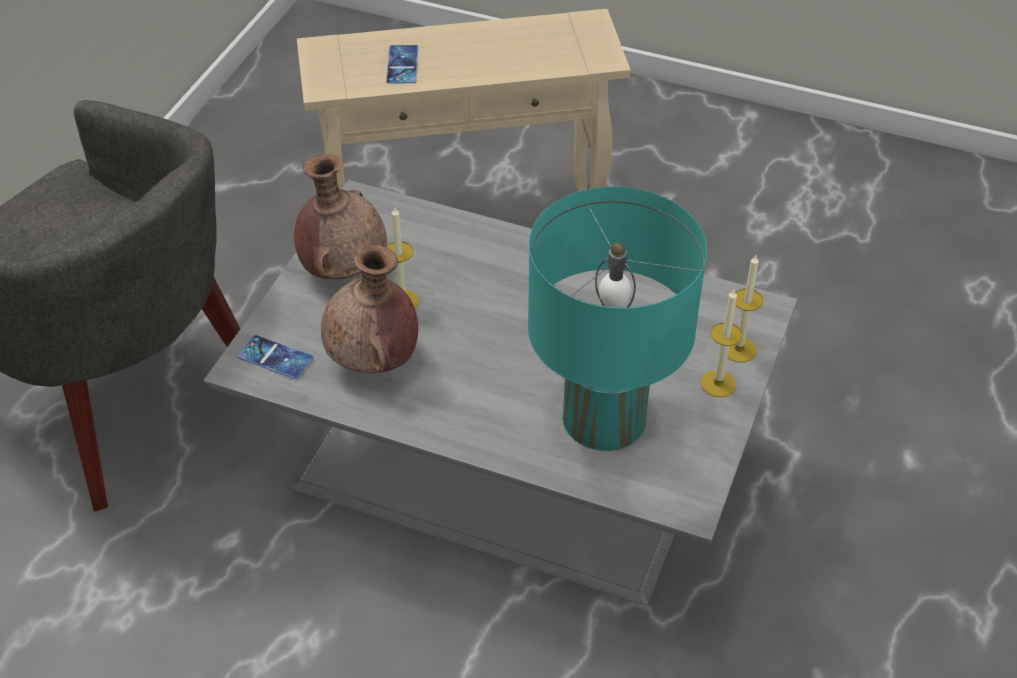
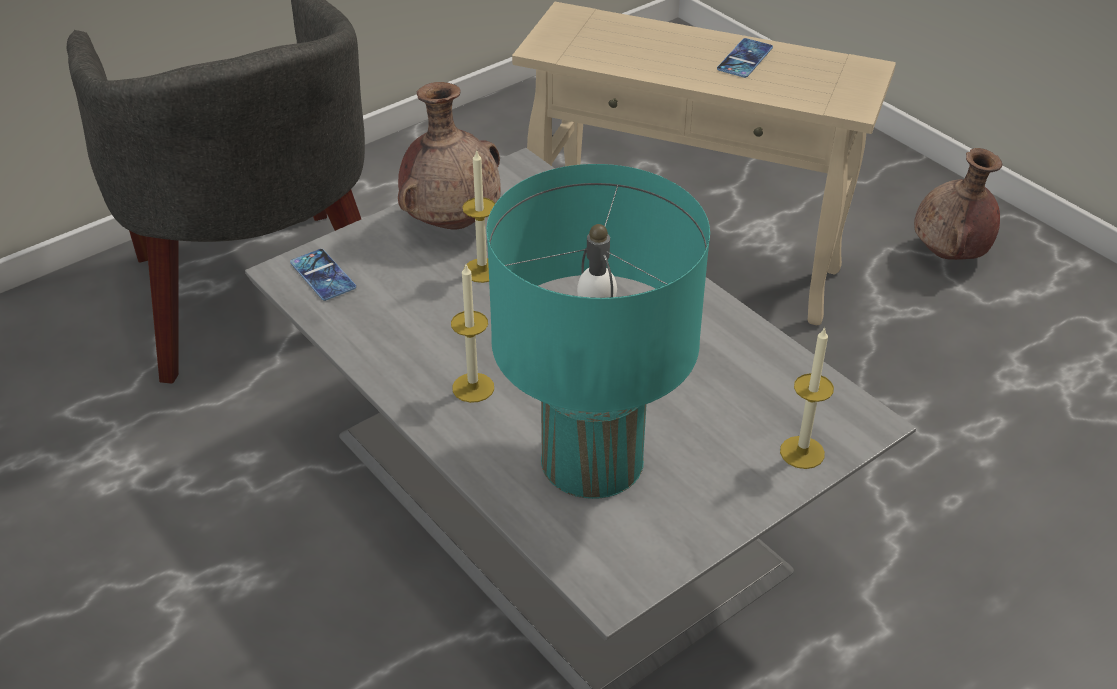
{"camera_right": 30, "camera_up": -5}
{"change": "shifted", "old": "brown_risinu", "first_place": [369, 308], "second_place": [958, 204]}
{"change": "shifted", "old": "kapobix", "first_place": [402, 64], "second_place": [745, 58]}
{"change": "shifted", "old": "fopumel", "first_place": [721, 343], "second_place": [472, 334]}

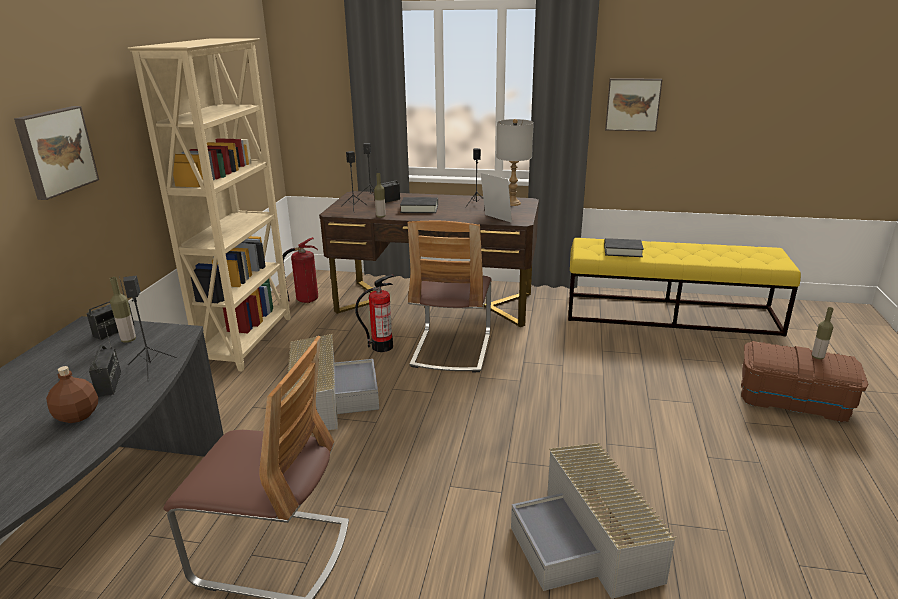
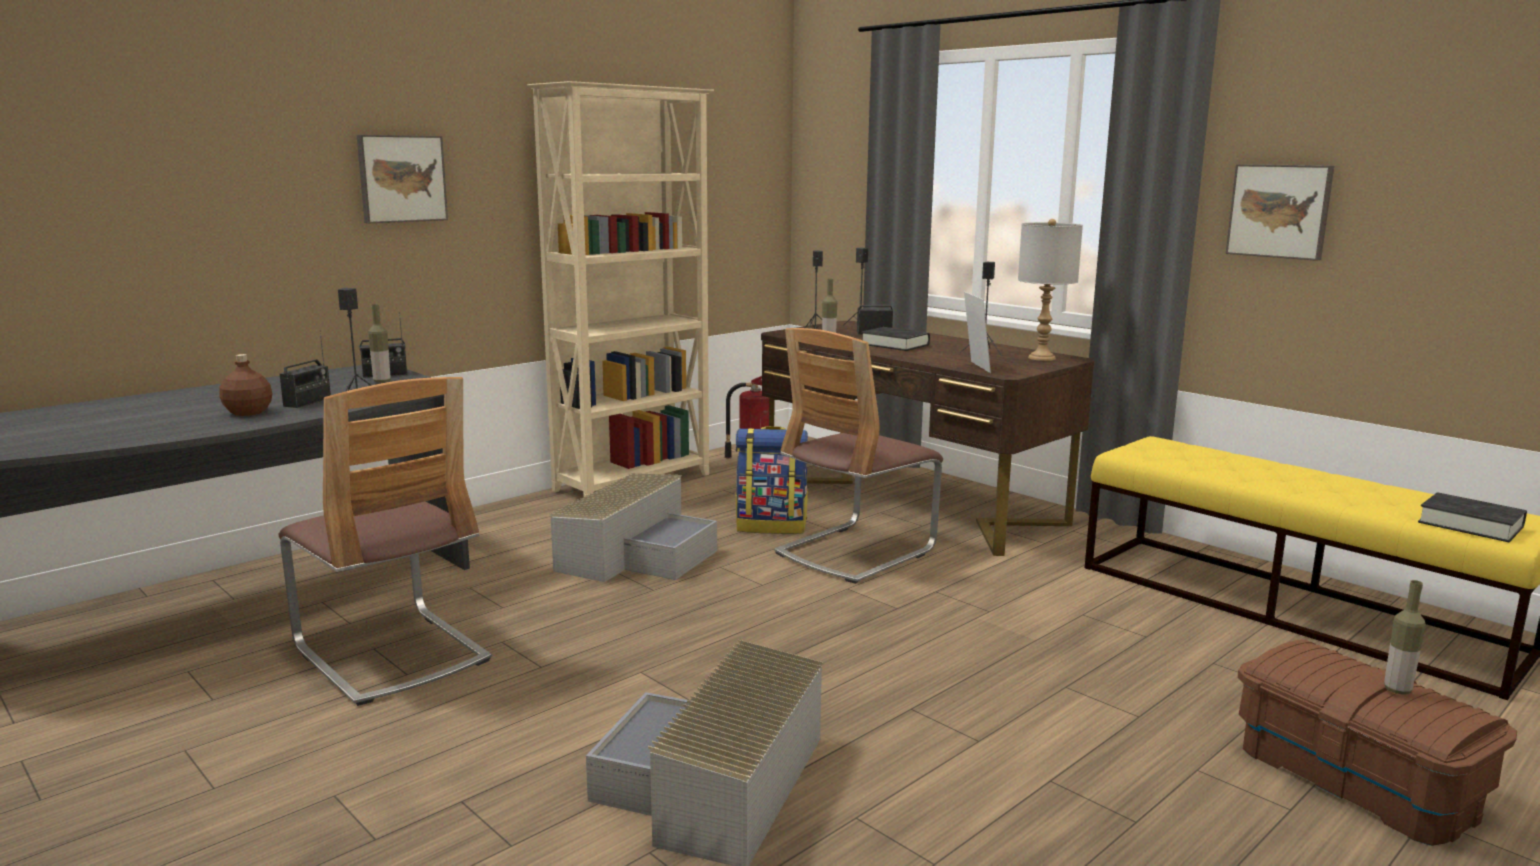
{"camera_right": 35, "camera_up": -10}
{"change": "shifted", "old": "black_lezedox", "first_place": [624, 247], "second_place": [1472, 517]}
{"change": "swapped", "old": "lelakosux", "new": "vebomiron", "first_place": [374, 313], "second_place": [772, 480]}

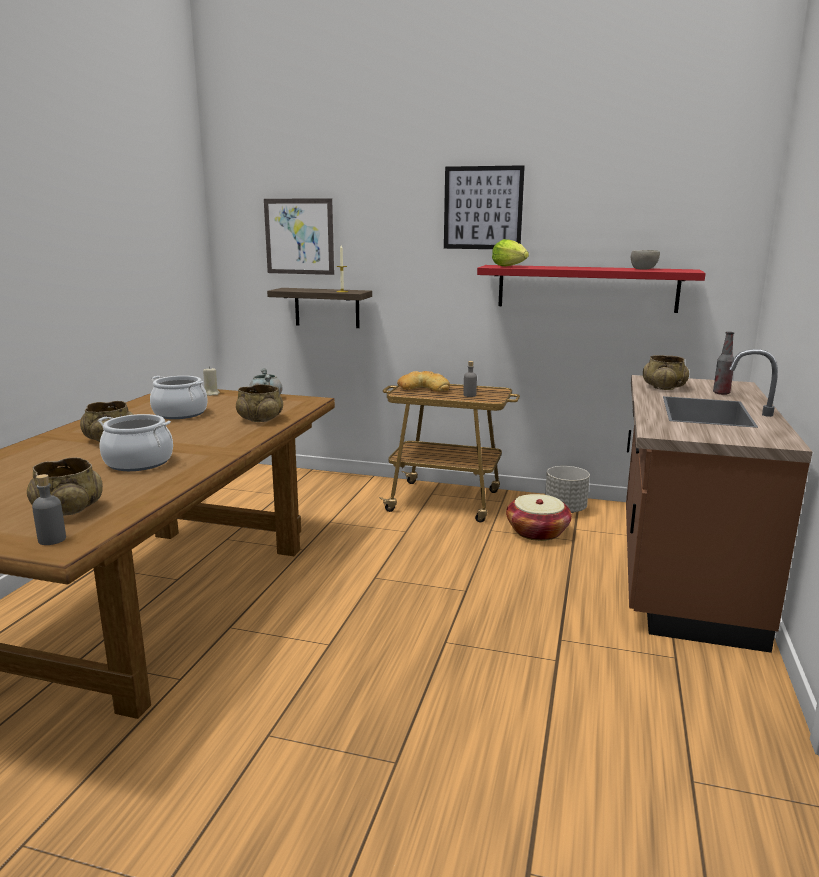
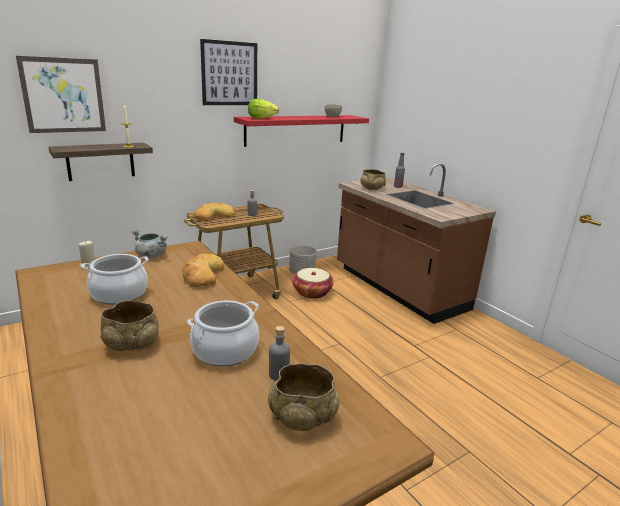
{"camera_right": -50, "camera_up": 5}
{"change": "shifted", "old": "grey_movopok", "first_place": [49, 509], "second_place": [279, 353]}
{"change": "swapped", "old": "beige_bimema", "new": "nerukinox", "first_place": [259, 403], "second_place": [203, 270]}

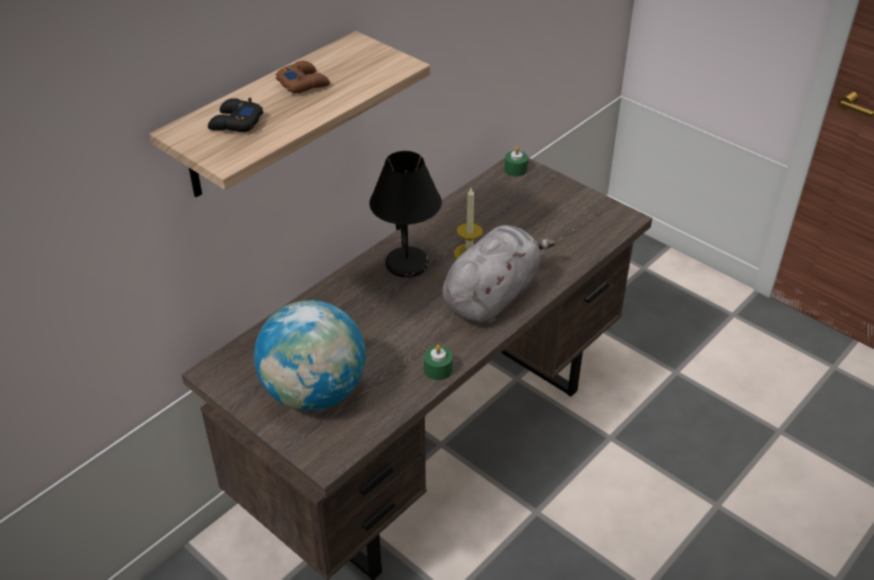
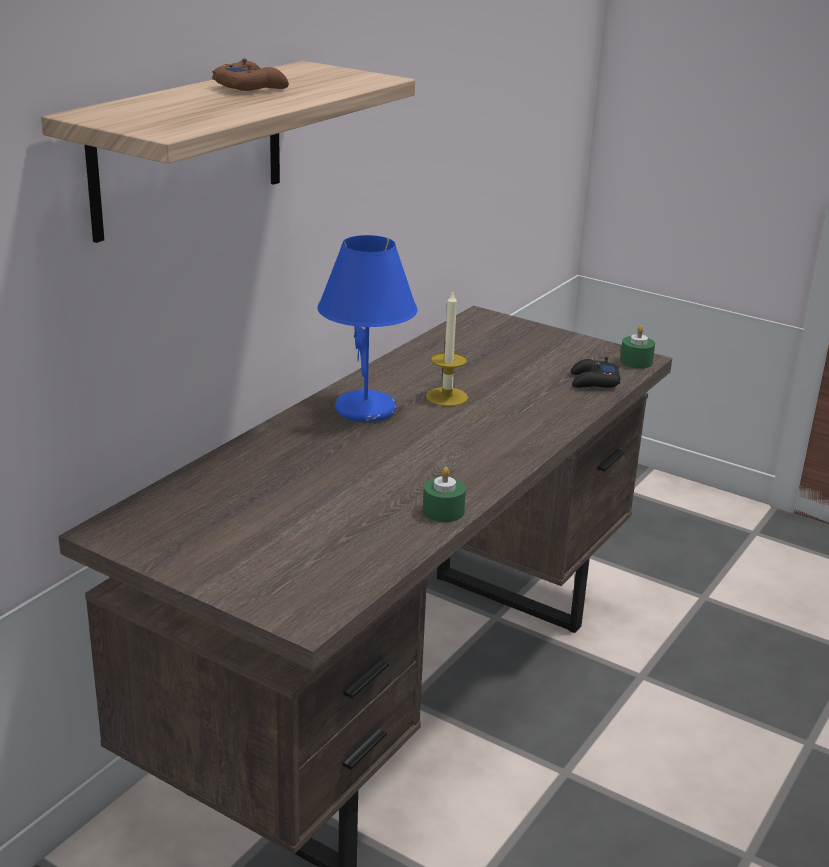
{"camera_right": -10, "camera_up": -15}
{"change": "gone", "old": "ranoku", "first_place": [310, 355]}
{"change": "gone", "old": "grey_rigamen", "first_place": [499, 274]}
{"change": "shifted", "old": "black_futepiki", "first_place": [235, 115], "second_place": [596, 372]}
{"change": "shifted", "old": "green_fopumel", "first_place": [516, 161], "second_place": [637, 347]}
{"change": "repainted", "old": "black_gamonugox", "new": "blue_gamonugox", "first_place": [405, 214], "second_place": [367, 328]}

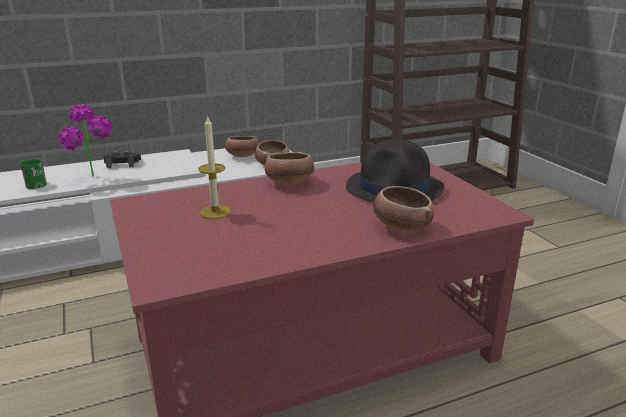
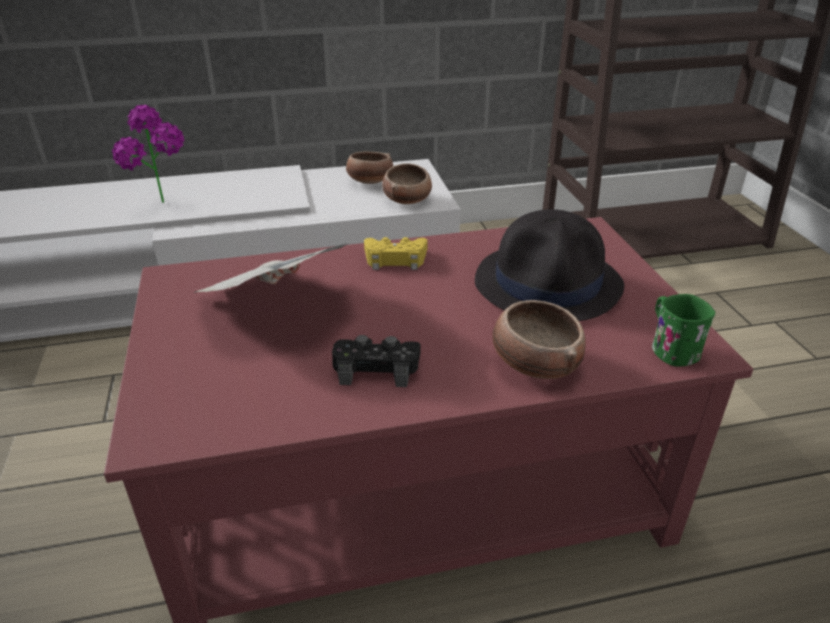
{"camera_right": 10, "camera_up": 10}
{"change": "shifted", "old": "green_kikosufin", "first_place": [33, 173], "second_place": [684, 330]}
{"change": "shifted", "old": "black_futepiki", "first_place": [122, 159], "second_place": [376, 361]}
{"change": "swapped", "old": "fopumel", "new": "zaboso", "first_place": [214, 167], "second_place": [269, 268]}
{"change": "swapped", "old": "bimema", "new": "yellow_futepiki", "first_place": [289, 168], "second_place": [396, 253]}

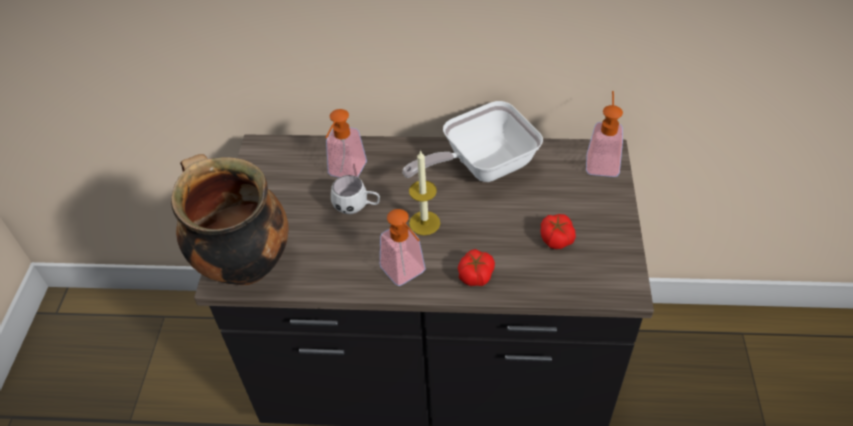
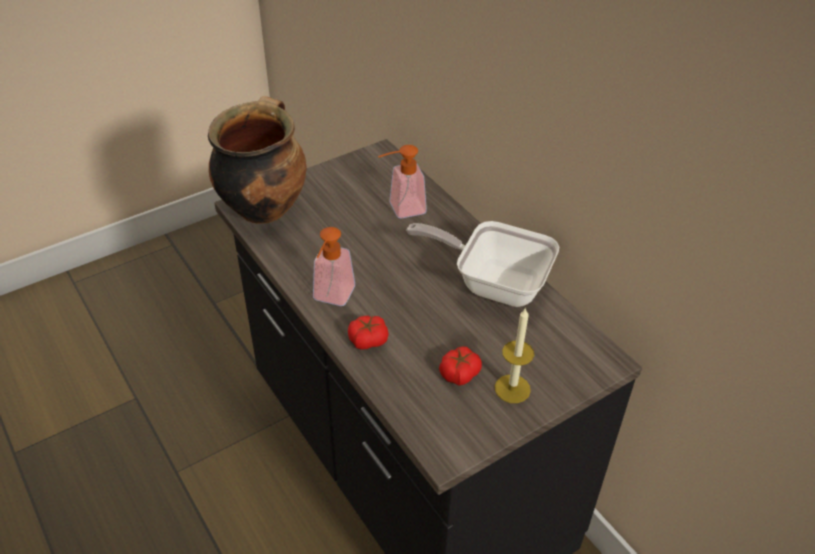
{"camera_right": 50, "camera_up": -5}
{"change": "gone", "old": "white_kikosufin", "first_place": [355, 194]}
{"change": "gone", "old": "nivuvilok", "first_place": [604, 134]}
{"change": "shifted", "old": "fopumel", "first_place": [424, 192], "second_place": [514, 355]}

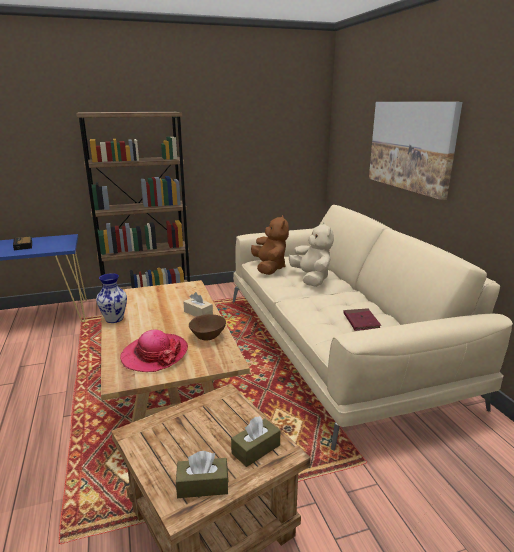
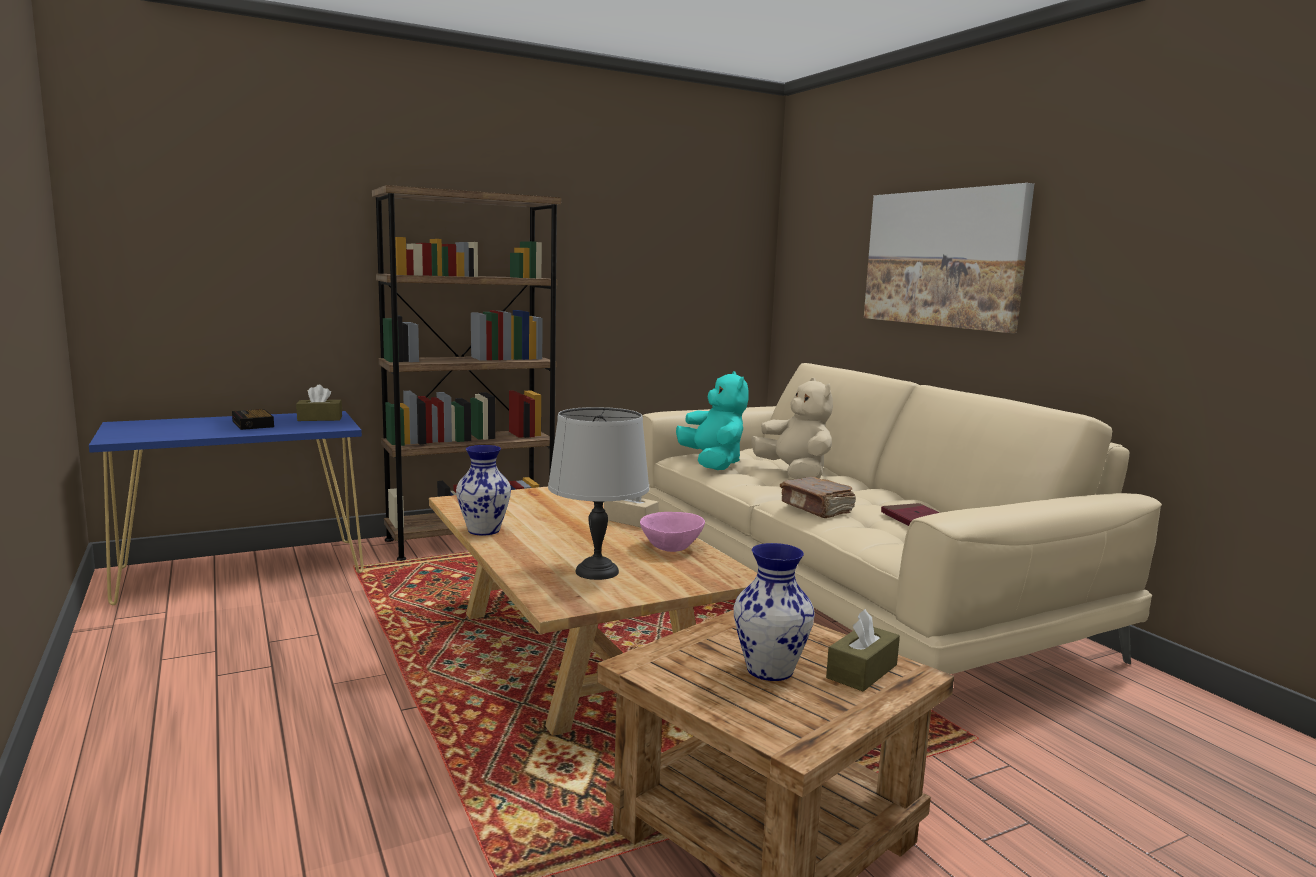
{"camera_right": -10, "camera_up": -10}
{"change": "new", "new": "risinu", "second_place": [774, 612]}
{"change": "new", "new": "brown_lezedox", "second_place": [818, 497]}
{"change": "shifted", "old": "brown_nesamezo", "first_place": [202, 474], "second_place": [319, 403]}
{"change": "swapped", "old": "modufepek", "new": "grey_gamonugox", "first_place": [154, 351], "second_place": [598, 493]}
{"change": "repainted", "old": "brown_bimema", "new": "pink_bimema", "first_place": [207, 327], "second_place": [672, 532]}
{"change": "repainted", "old": "brown_rigamen", "new": "turquoise_rigamen", "first_place": [270, 245], "second_place": [712, 420]}

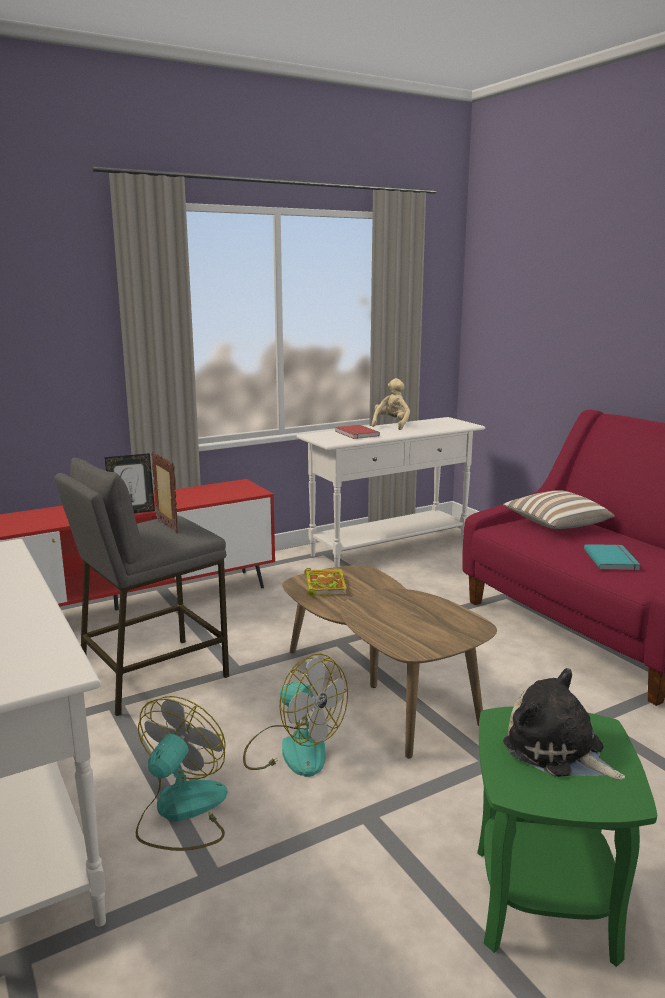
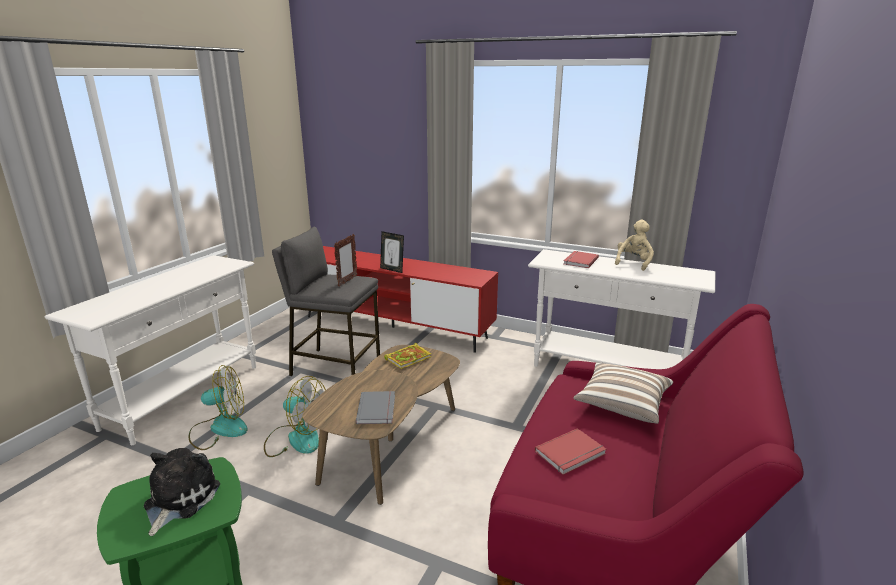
{"camera_right": 55, "camera_up": 5}
{"change": "new", "new": "grey_lezedox", "second_place": [375, 407]}
{"change": "repainted", "old": "turquoise_lezedox", "new": "red_lezedox", "first_place": [612, 557], "second_place": [570, 451]}
{"change": "rotated", "old": "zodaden", "first_place": [295, 715], "second_place": [295, 416], "degrees": -75}
{"change": "rotated", "old": "beige_rigamen", "first_place": [391, 404], "second_place": [634, 245], "degrees": -45}

